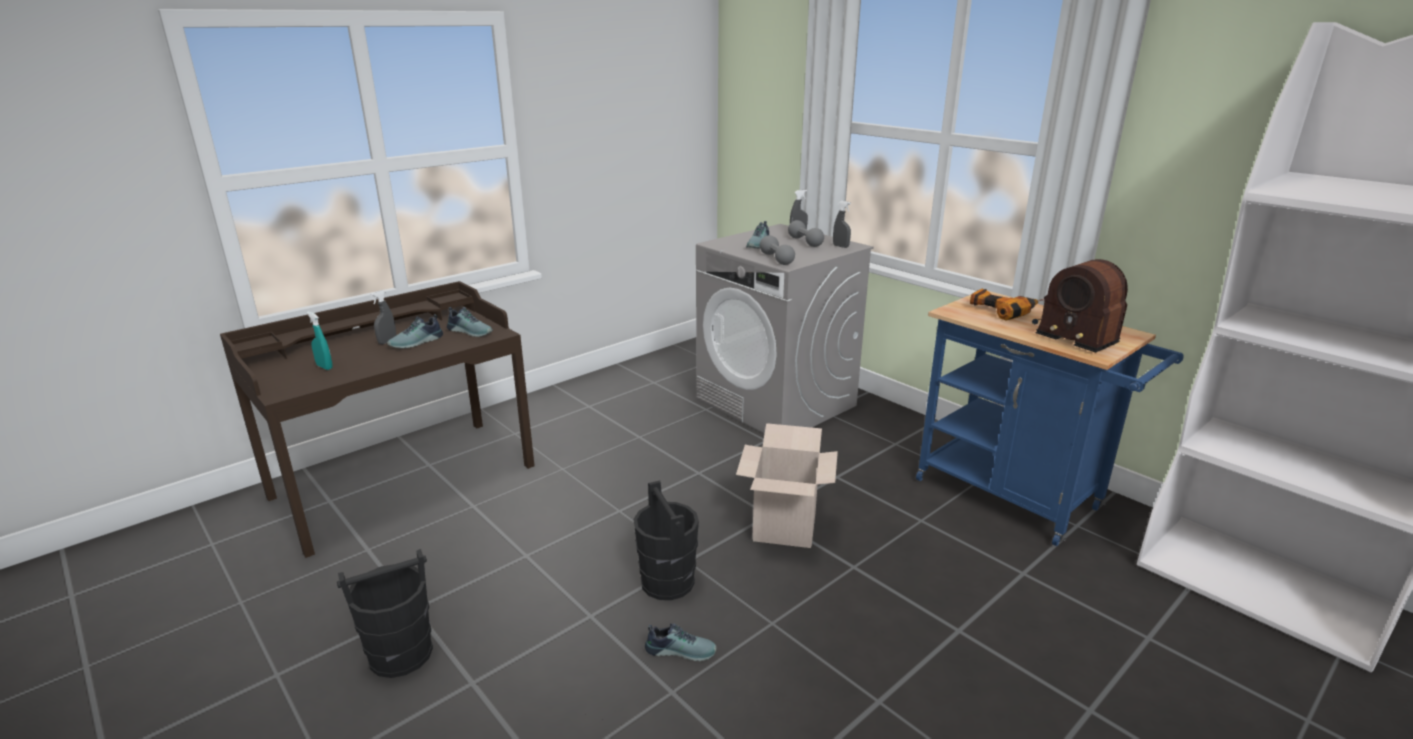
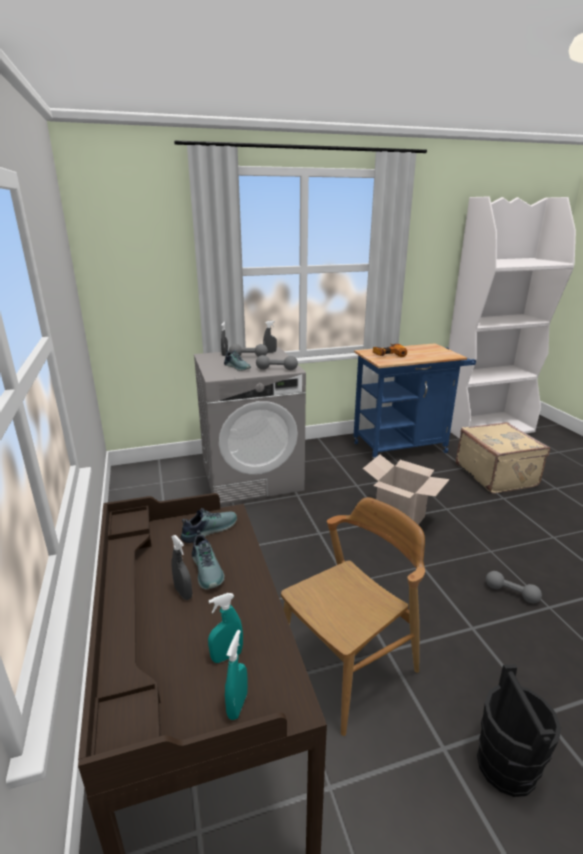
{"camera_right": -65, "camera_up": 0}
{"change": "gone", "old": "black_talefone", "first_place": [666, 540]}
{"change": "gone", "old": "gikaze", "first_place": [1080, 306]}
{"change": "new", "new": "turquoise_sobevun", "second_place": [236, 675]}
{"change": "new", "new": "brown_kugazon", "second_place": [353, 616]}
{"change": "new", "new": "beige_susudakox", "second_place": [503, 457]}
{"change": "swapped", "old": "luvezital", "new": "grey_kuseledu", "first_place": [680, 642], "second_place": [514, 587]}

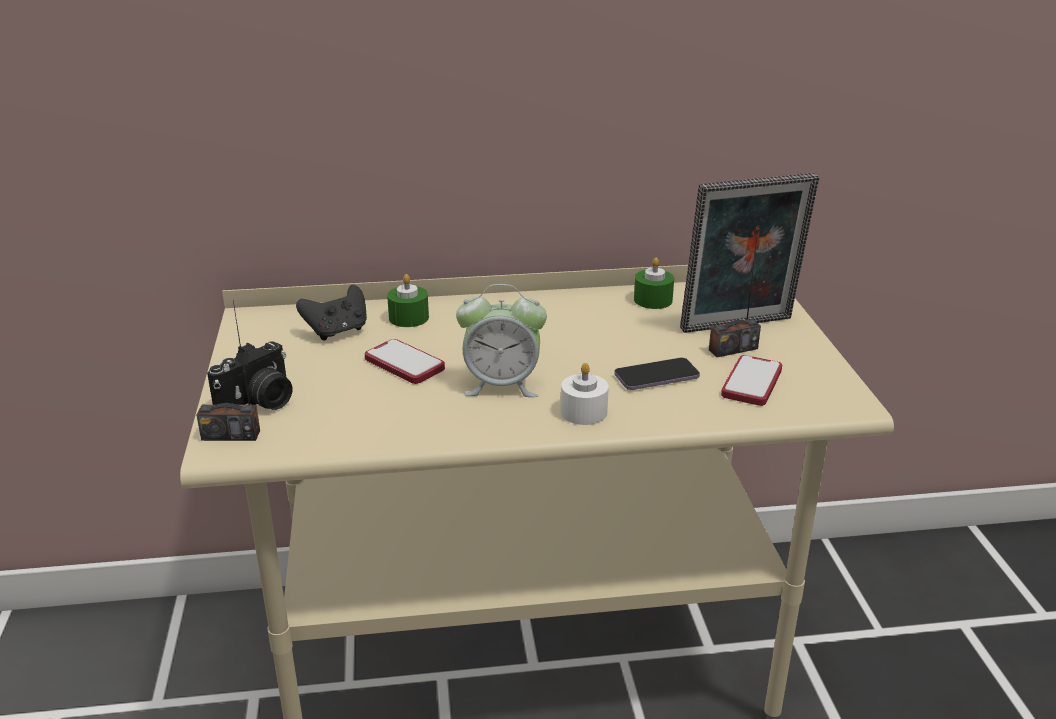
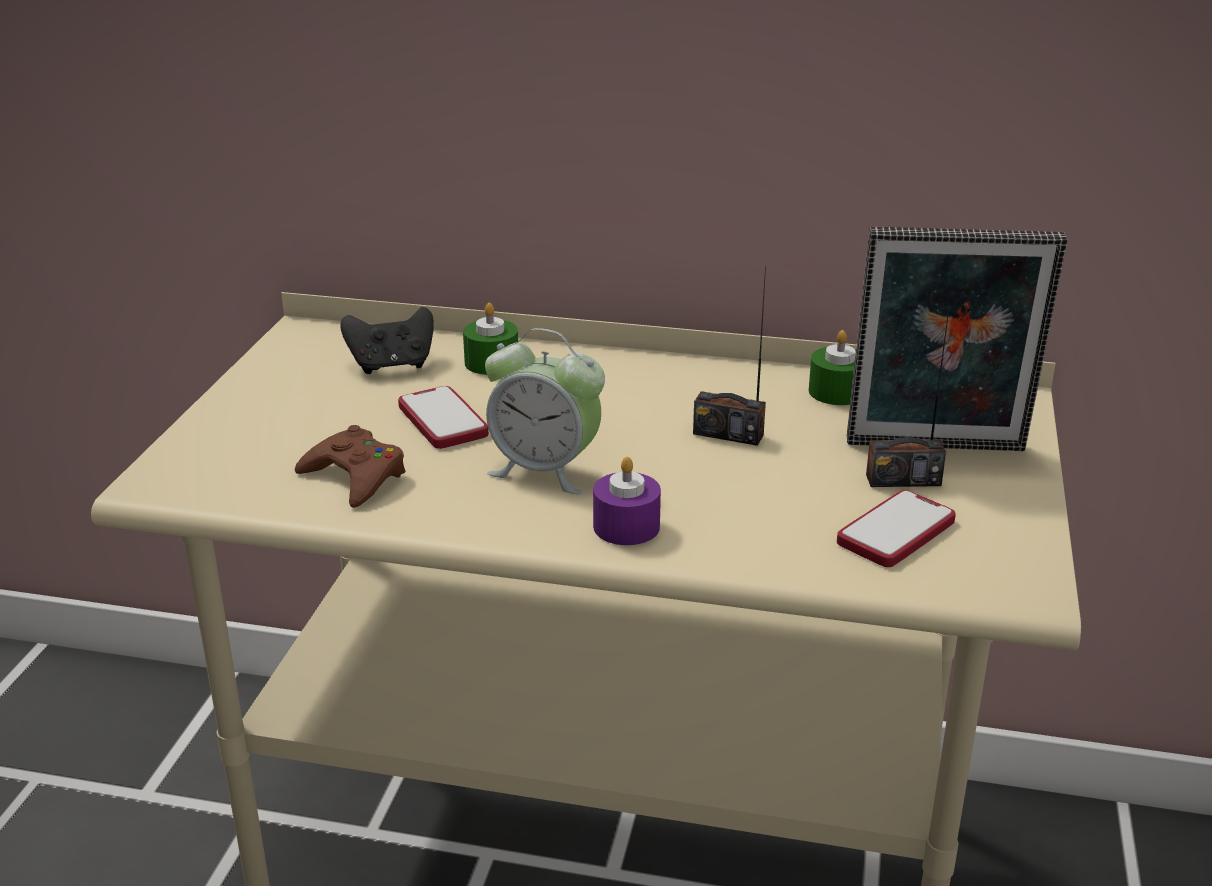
{"camera_right": 20, "camera_up": 0}
{"change": "gone", "old": "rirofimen", "first_place": [249, 375]}
{"change": "gone", "old": "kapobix", "first_place": [657, 374]}
{"change": "new", "new": "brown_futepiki", "second_place": [350, 466]}
{"change": "shifted", "old": "gikaze", "first_place": [228, 371], "second_place": [729, 356]}
{"change": "repainted", "old": "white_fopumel", "new": "purple_fopumel", "first_place": [585, 394], "second_place": [627, 501]}

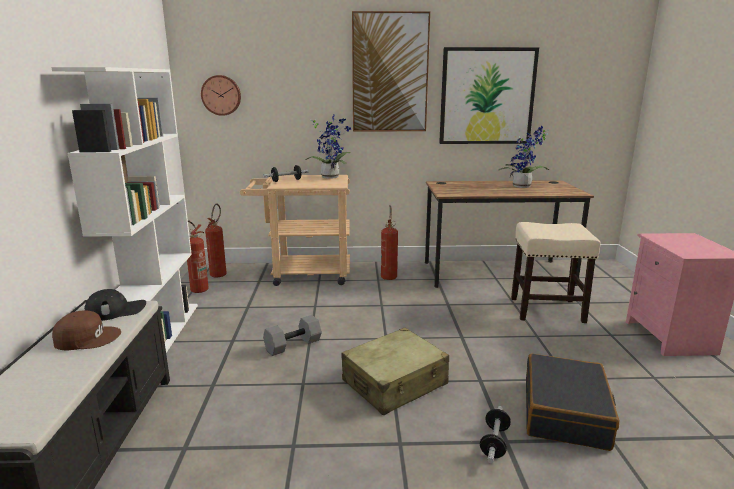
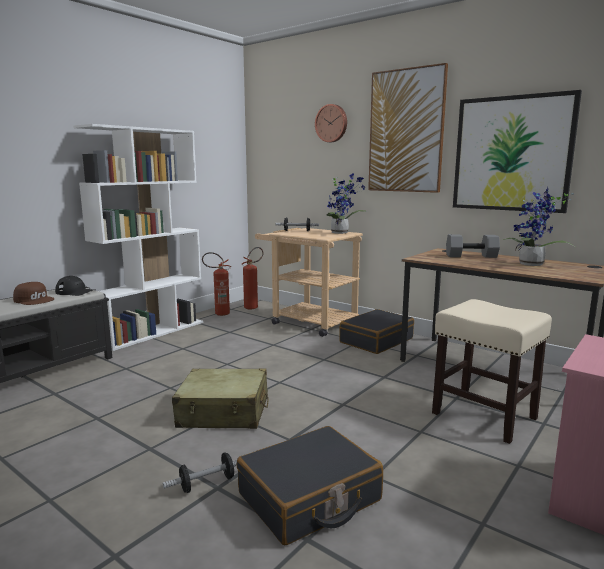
{"camera_right": 40, "camera_up": -5}
{"change": "shifted", "old": "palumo", "first_place": [221, 95], "second_place": [331, 123]}
{"change": "shifted", "old": "grey_kuseledu", "first_place": [292, 335], "second_place": [473, 246]}
{"change": "swapped", "old": "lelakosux", "new": "black_susudakox", "first_place": [389, 242], "second_place": [376, 331]}

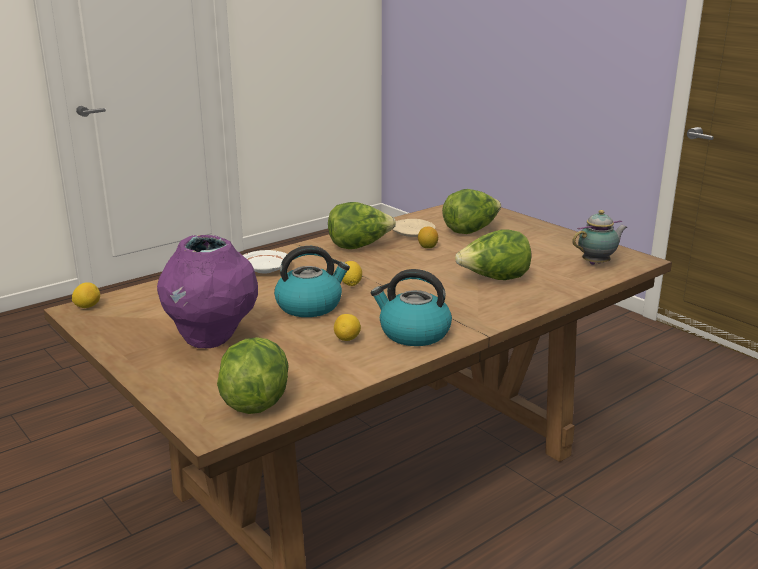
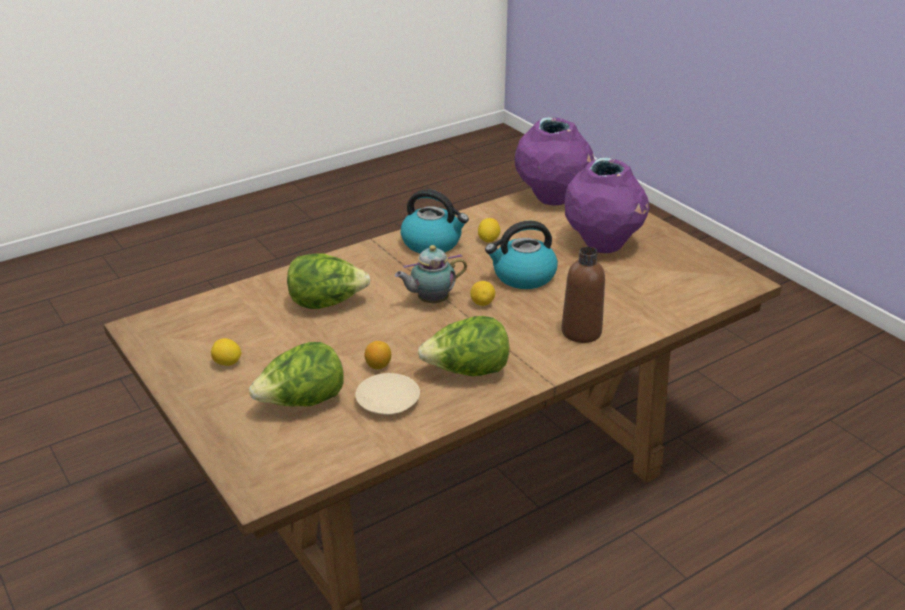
{"camera_right": -175, "camera_up": 10}
{"change": "shifted", "old": "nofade", "first_place": [86, 295], "second_place": [226, 352]}
{"change": "shifted", "old": "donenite", "first_place": [599, 237], "second_place": [431, 274]}
{"change": "swapped", "old": "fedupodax", "new": "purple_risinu", "first_place": [253, 375], "second_place": [554, 161]}
{"change": "swapped", "old": "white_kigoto", "new": "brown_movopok", "first_place": [265, 262], "second_place": [583, 295]}

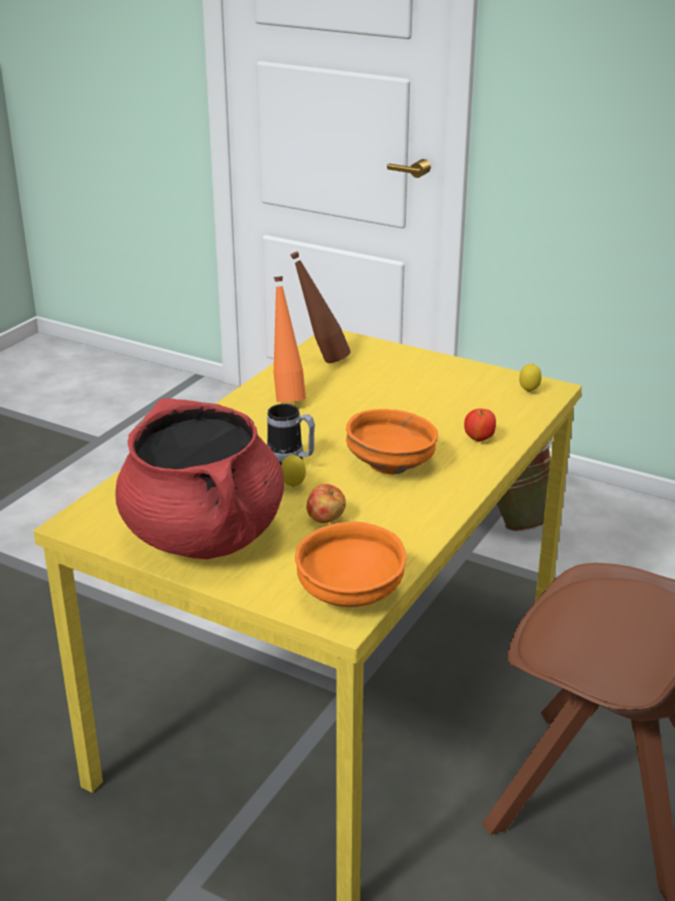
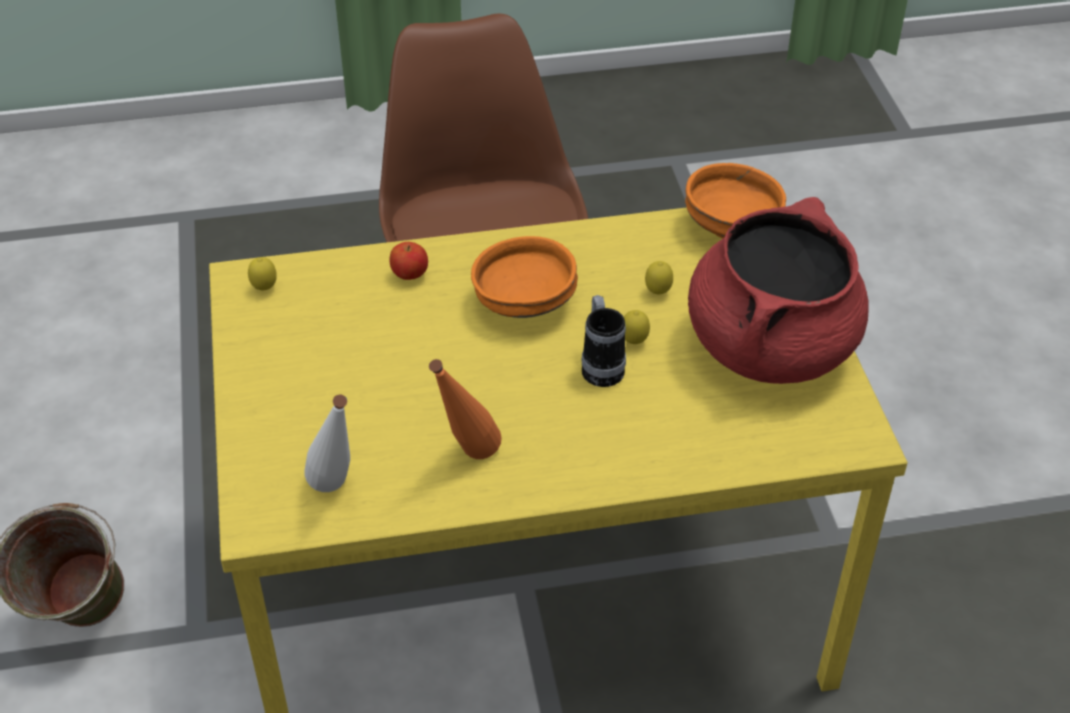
{"camera_right": -130, "camera_up": 15}
{"change": "swapped", "old": "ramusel", "new": "nofade", "first_place": [326, 503], "second_place": [659, 277]}
{"change": "repainted", "old": "brown_movopok", "new": "white_movopok", "first_place": [320, 307], "second_place": [327, 443]}

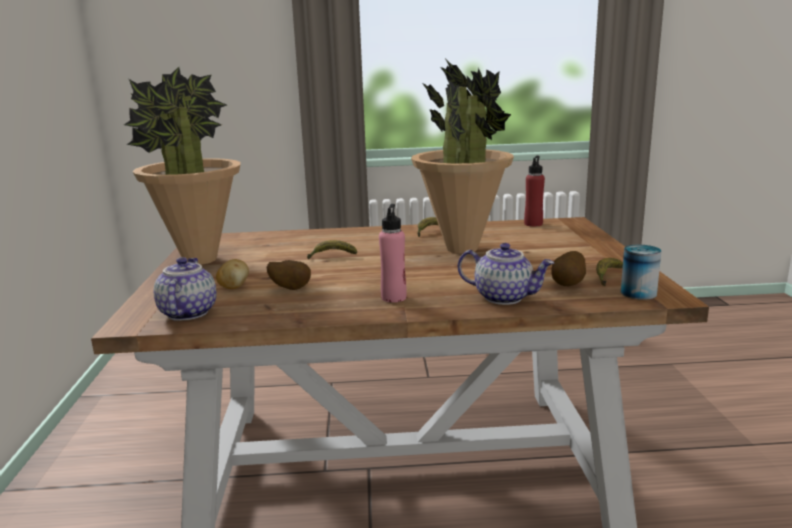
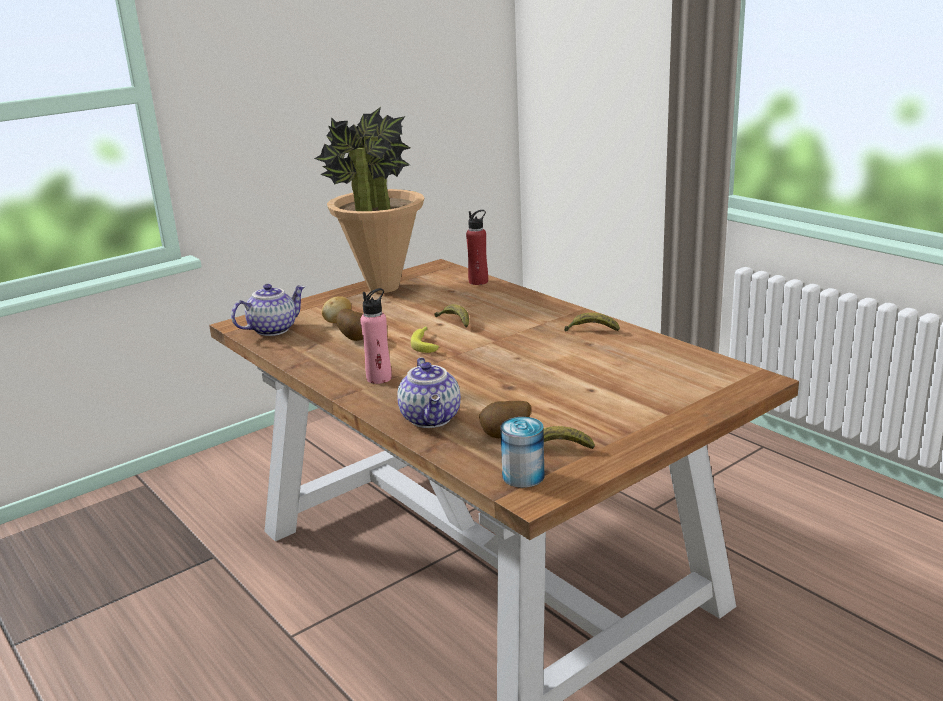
{"camera_right": 55, "camera_up": 5}
{"change": "gone", "old": "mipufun", "first_place": [462, 157]}
{"change": "new", "new": "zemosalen", "second_place": [425, 339]}
{"change": "shifted", "old": "red_movopok", "first_place": [534, 191], "second_place": [477, 247]}

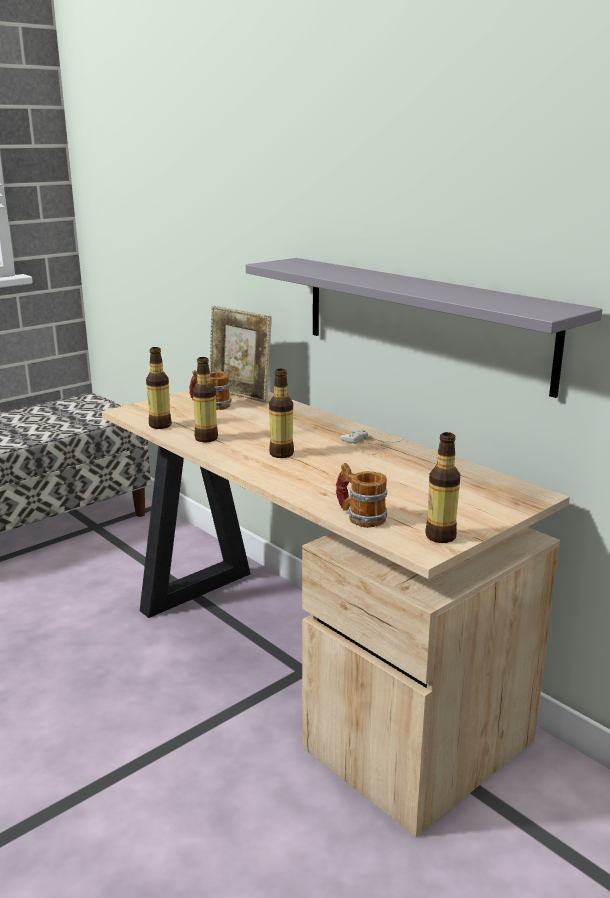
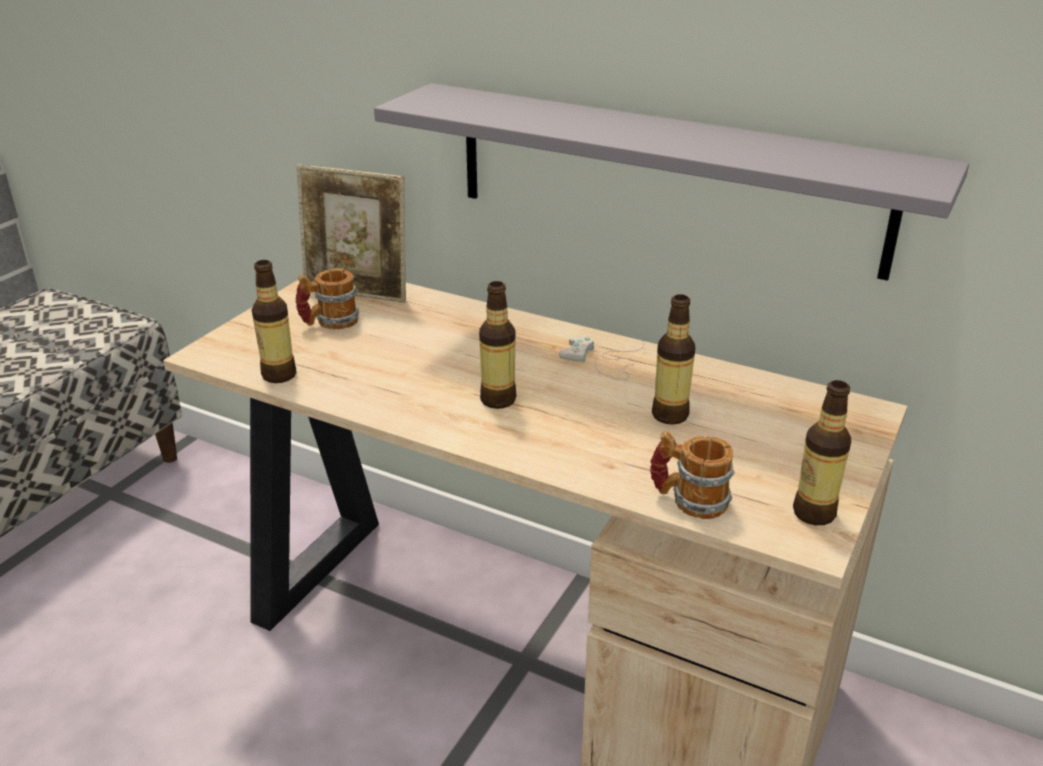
{"camera_right": -20, "camera_up": 10}
{"change": "shifted", "old": "movopok", "first_place": [205, 399], "second_place": [674, 359]}

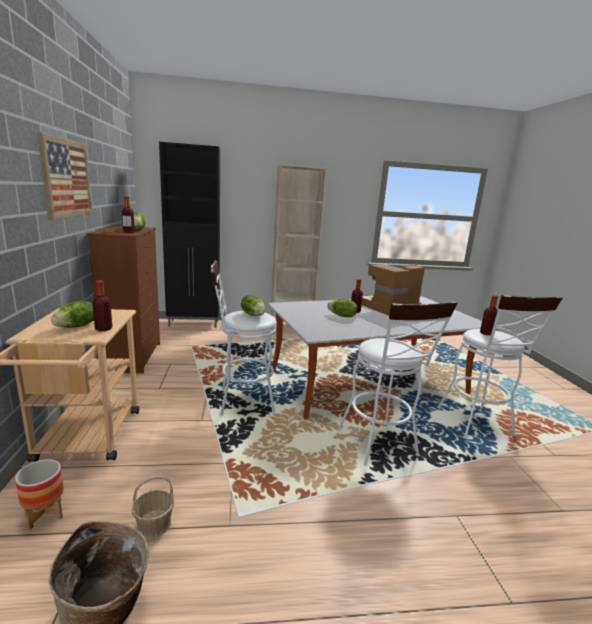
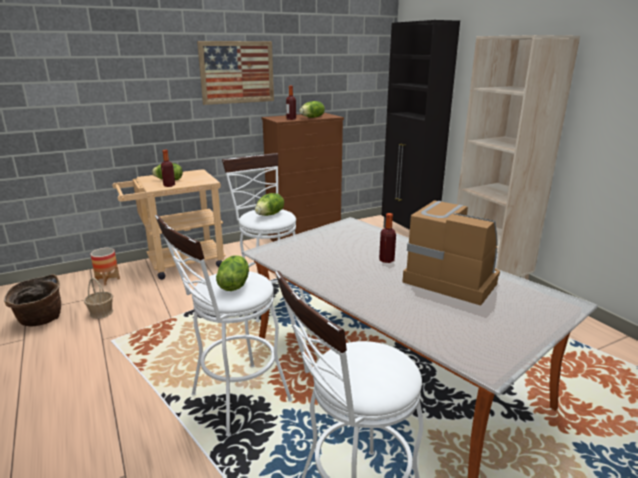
{"camera_right": 70, "camera_up": 5}
{"change": "gone", "old": "movopok", "first_place": [489, 315]}
{"change": "shifted", "old": "fedupodax", "first_place": [342, 308], "second_place": [232, 273]}

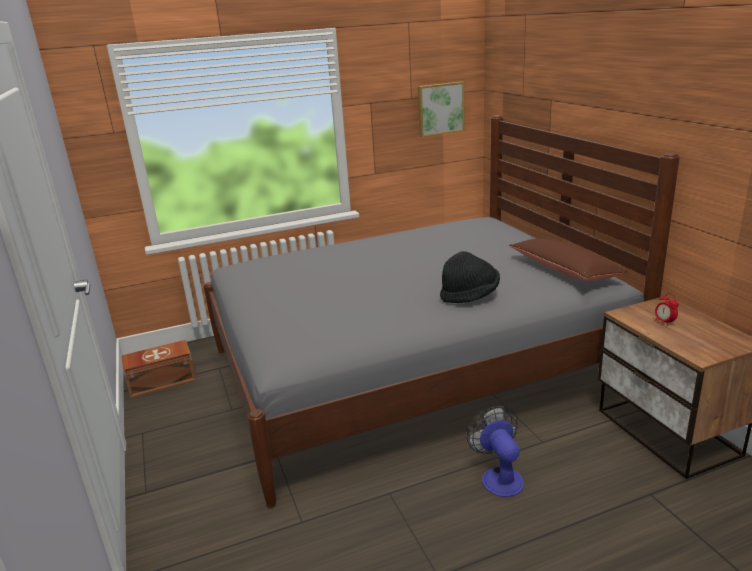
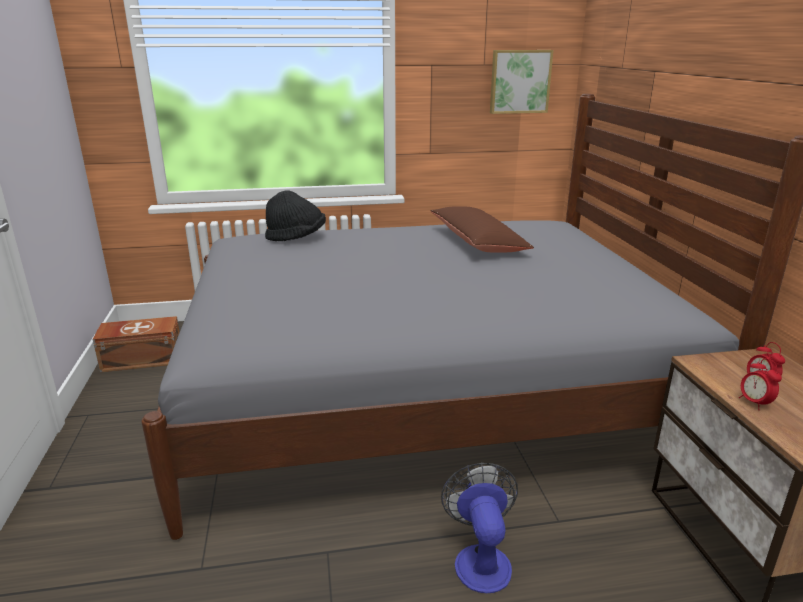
{"camera_right": 10, "camera_up": 0}
{"change": "new", "new": "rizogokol", "second_place": [760, 384]}
{"change": "shifted", "old": "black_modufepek", "first_place": [470, 277], "second_place": [295, 215]}
{"change": "shifted", "old": "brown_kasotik", "first_place": [568, 259], "second_place": [482, 229]}

